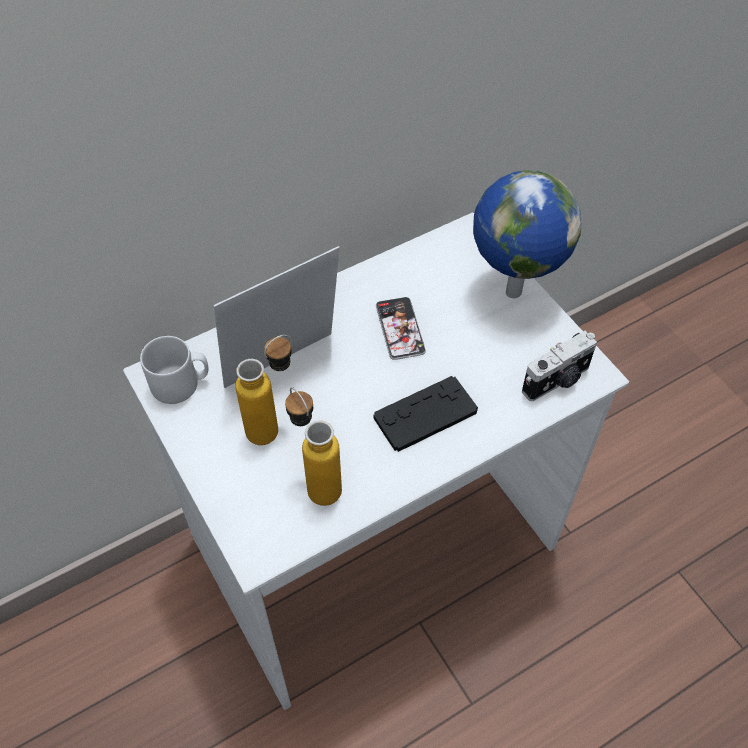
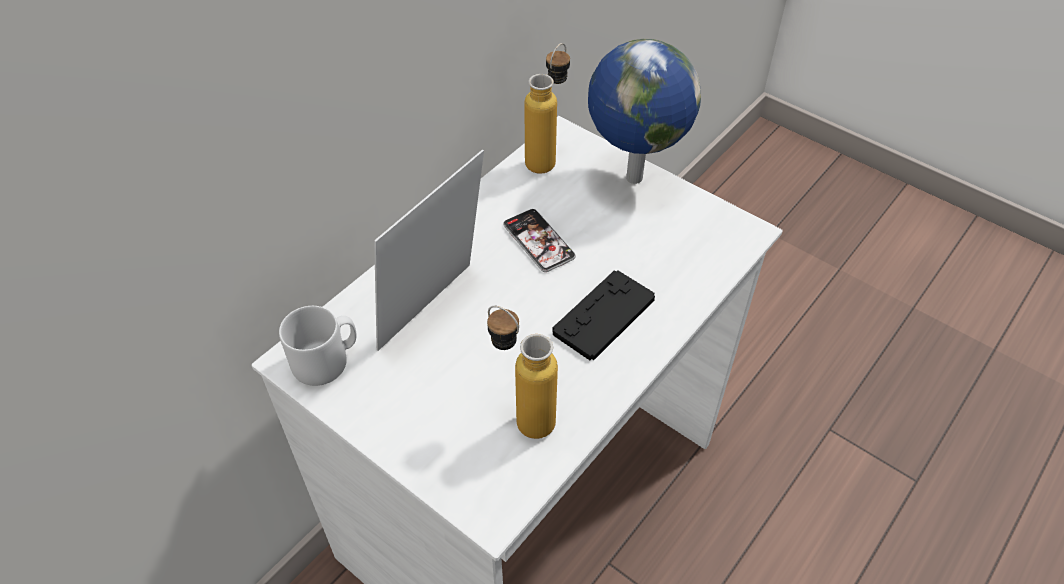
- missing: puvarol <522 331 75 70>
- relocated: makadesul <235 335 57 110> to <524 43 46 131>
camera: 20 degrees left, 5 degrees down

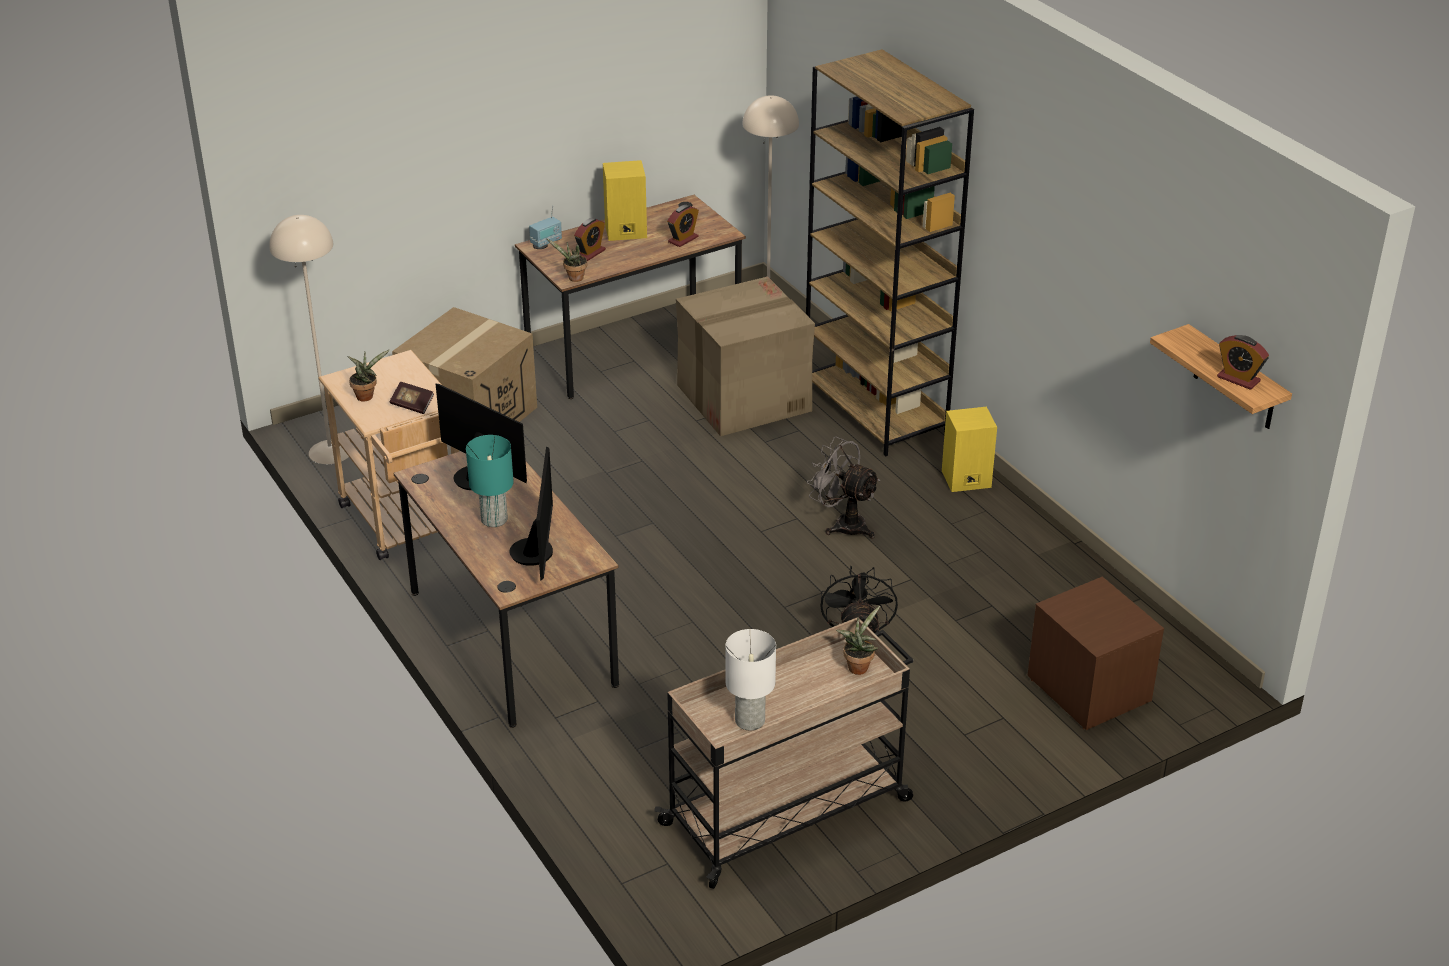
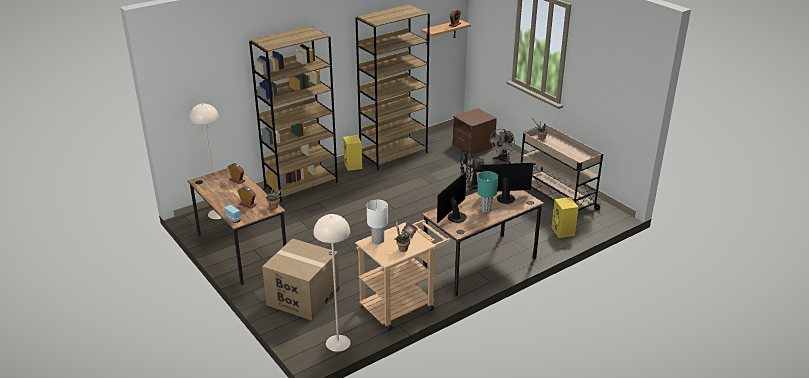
- relocated: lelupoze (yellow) <603 160 44 81> to <552 197 27 41>
- missing: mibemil <676 276 139 160>
- relocated: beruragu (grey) <807 436 73 103> to <488 129 27 35>
- relocated: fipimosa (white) <726 629 50 101> to <367 200 21 44>
- appeared: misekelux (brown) <355 4 75 166>
camera: 95 degrees left, 5 degrees down

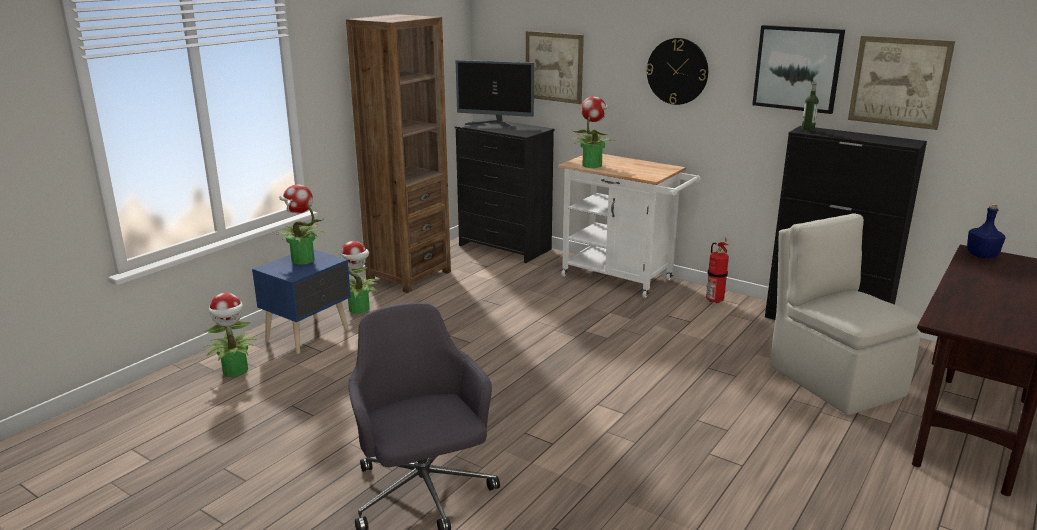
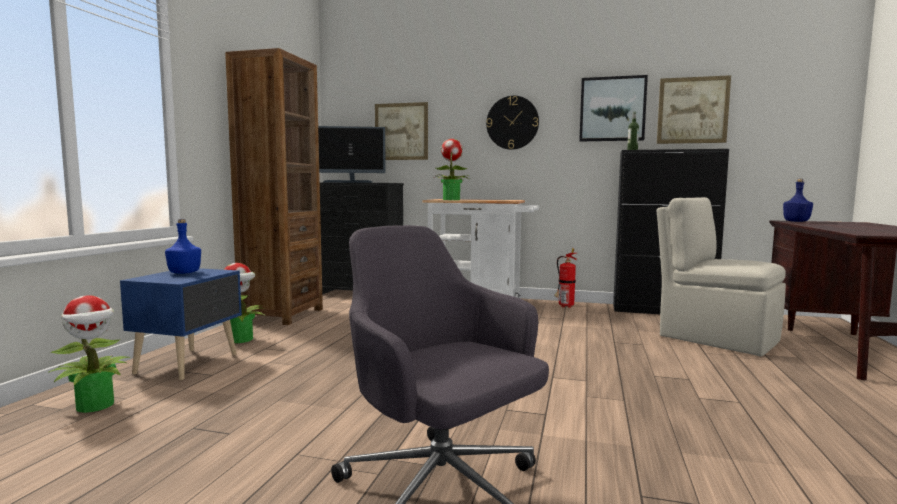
- exchanged: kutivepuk <275 184 50 81> to makadesul (blue) <165 219 36 55>
camera: 20 degrees left, 15 degrees down

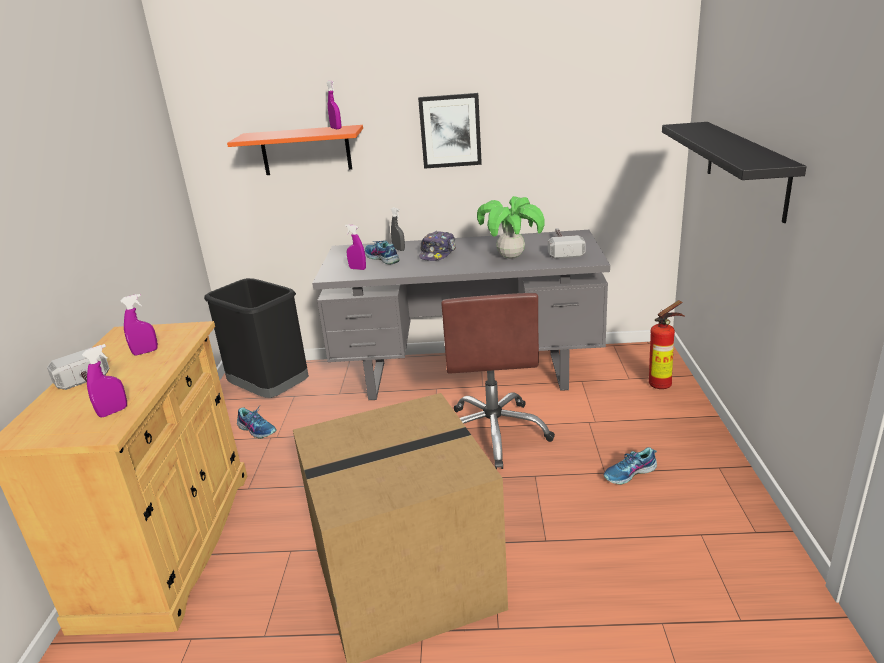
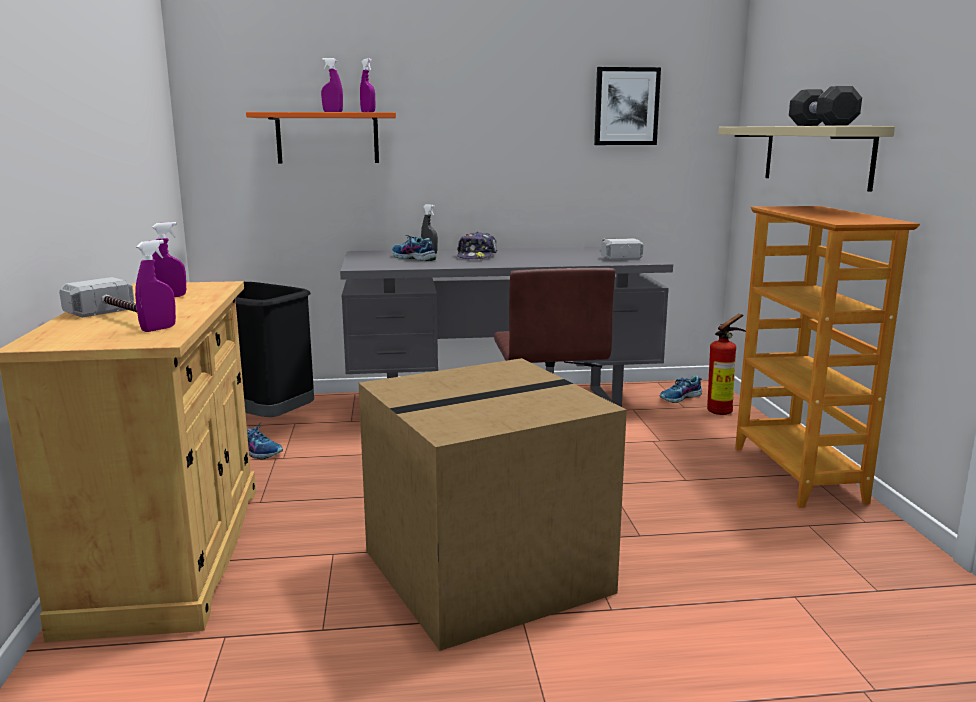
- relocated: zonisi <418 93 64 76> to <594 67 67 78>
- colour: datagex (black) <662 122 145 101> to datagex (beige) <718 126 177 66>
- missing: kutivepuk <477 196 68 63>
- relocated: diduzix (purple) <345 225 21 45> to <321 58 22 54>
- relocated: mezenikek <604 447 53 38> to <660 375 42 28>
- appeared: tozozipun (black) <789 86 73 40>
- appeared: misekelux <735 206 185 302>
camera: 10 degrees left, 10 degrees down

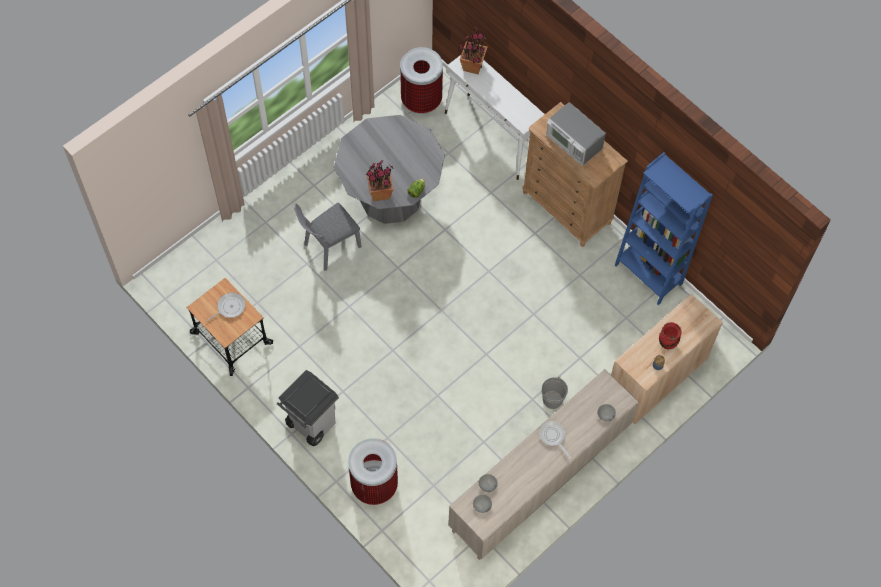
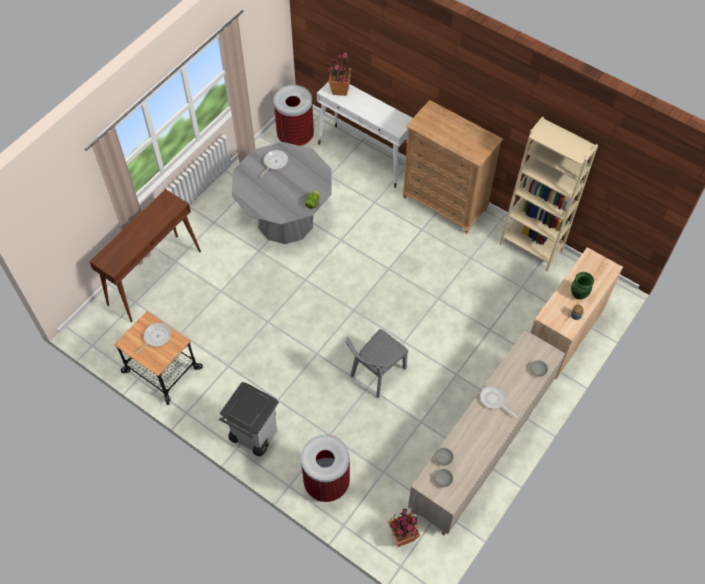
- missing: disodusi <546 102 60 64>
- colour: misekelux (blue) <615 152 98 153> to misekelux (beige) <499 116 99 155>
- relocated: kutivepuk <366 160 27 41> to <388 509 32 38>
- relocated: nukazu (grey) <294 203 68 68> to <346 329 63 69>
- colour: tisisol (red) <659 322 23 28> to tisisol (green) <571 272 23 28>
- missing: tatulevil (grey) <542 377 26 32>
- appeared: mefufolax <259 150 29 27>
- appeared: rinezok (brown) <89 189 112 133>
camera: 10 degrees left, 5 degrees down

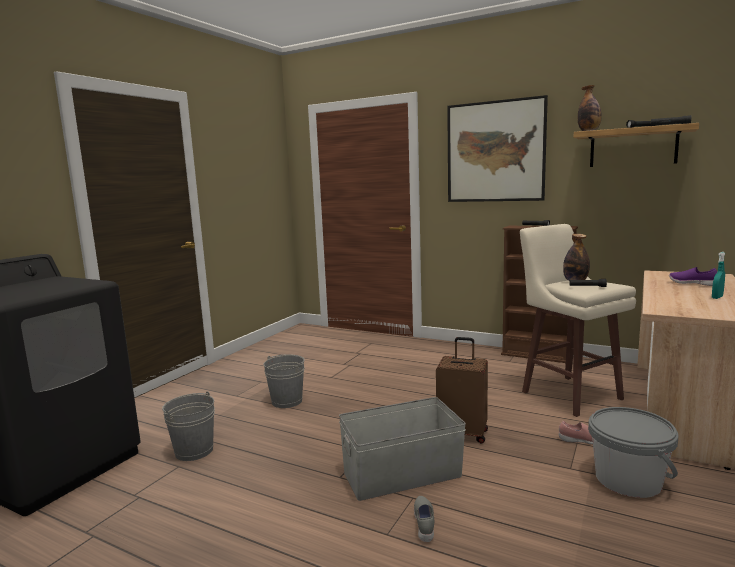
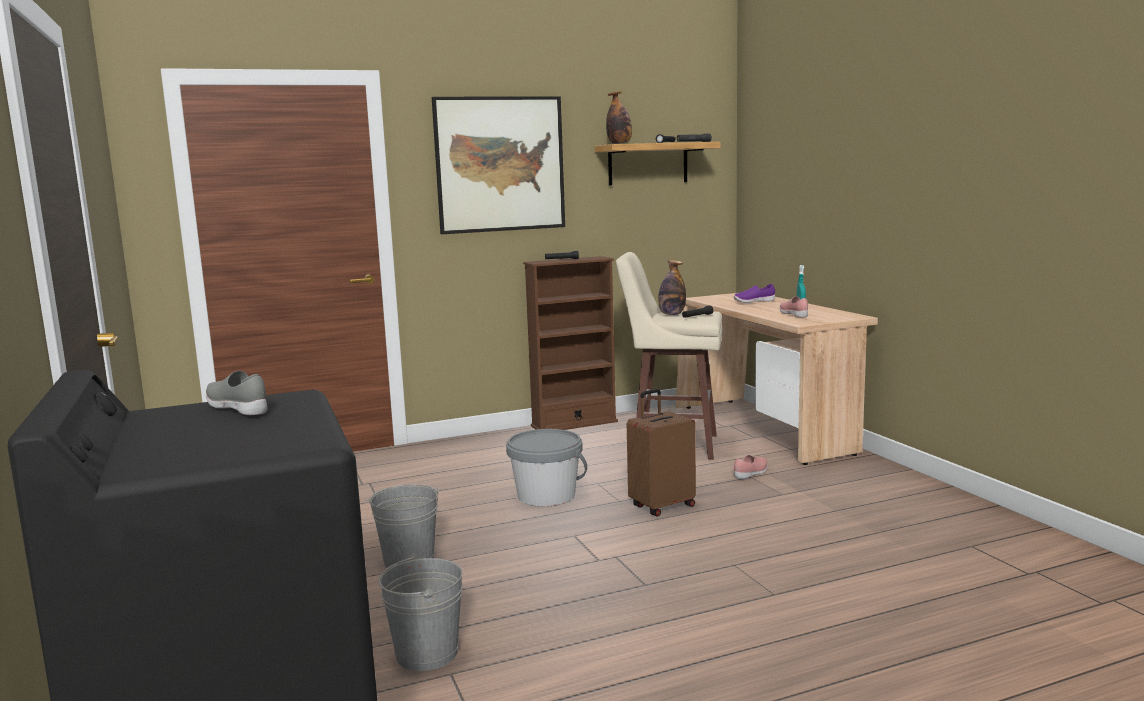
- missing: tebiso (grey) <339 397 127 104>
- relocated: tatulevil (grey) <588 407 91 91> to <506 429 81 78>
- relocated: mezenikek (grey) <414 496 20 46> to <206 371 61 44>
- appeared: mezenikek (pink) <780 297 28 21>
camera: 50 degrees left, 0 degrees up

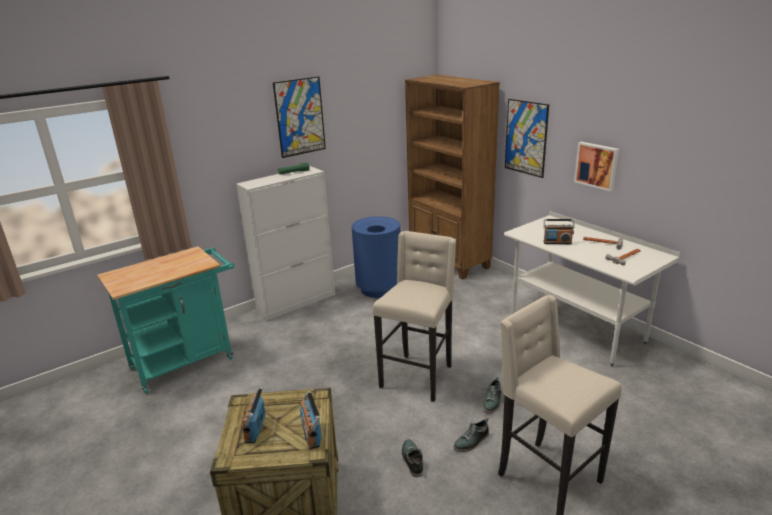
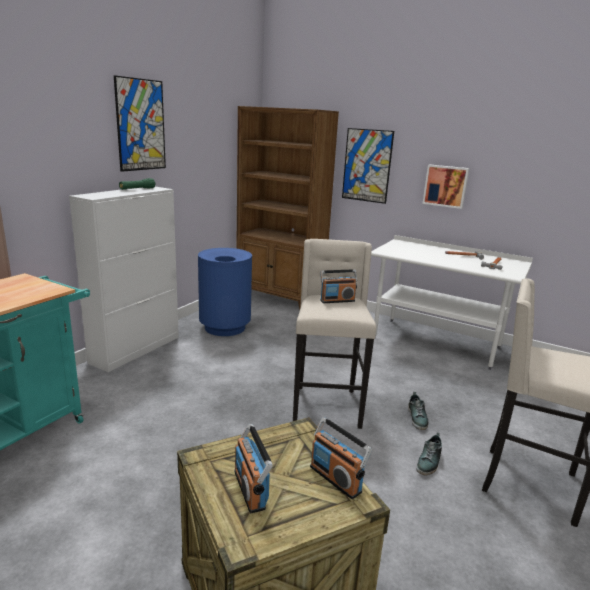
- relocated: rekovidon <543 219 31 25> to <320 269 37 34>
- missing: mezenikek <402 440 21 37>
camera: 25 degrees left, 5 degrees down

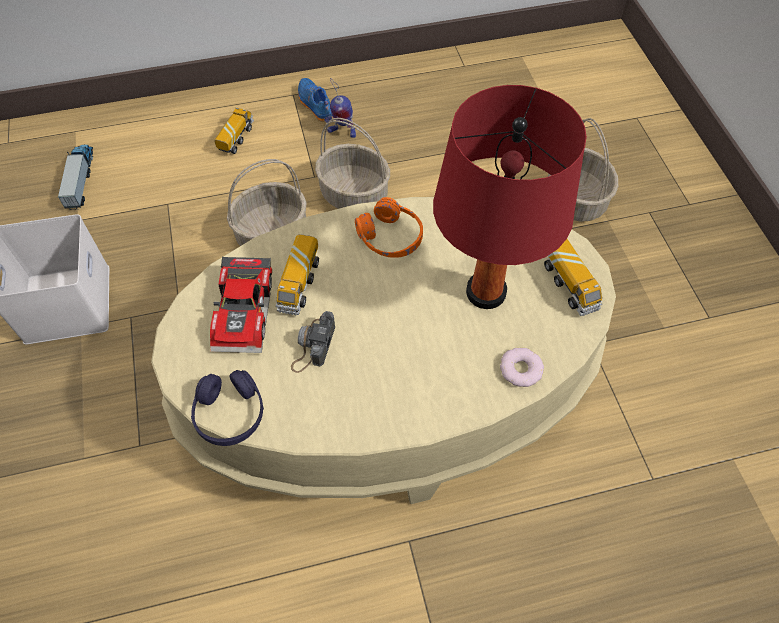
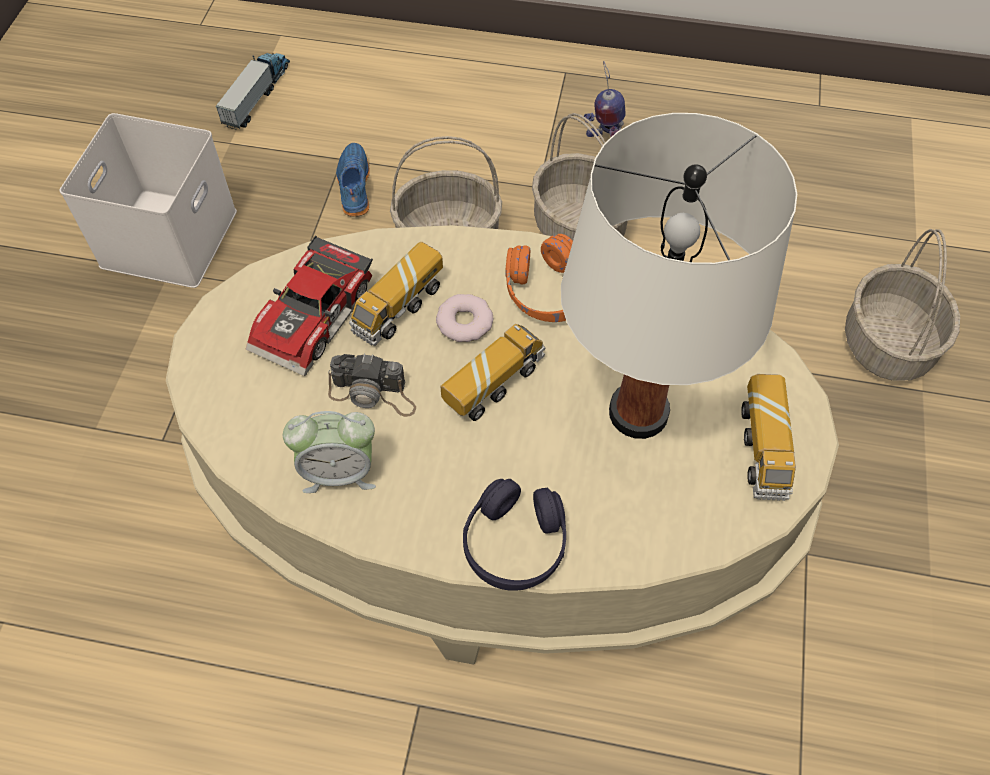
- relocated: mezenikek (blue) <298 78 35 44> to <336 143 34 74>
- colour: fipimosa (red) <433 85 154 224> to fipimosa (white) <561 113 236 326>
- relocated: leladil <214 107 40 47> to <440 324 105 97>
- spun: puvarol <291 311 44 62> = <328 354 88 63> 120 degrees counterclockwise
- relocated: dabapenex <500 348 44 39> to <436 294 57 48>
- relocated: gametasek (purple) <191 370 73 76> to <463 479 103 112>
- appeared: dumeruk <283 411 93 82>
camera: 25 degrees right, 0 degrees up

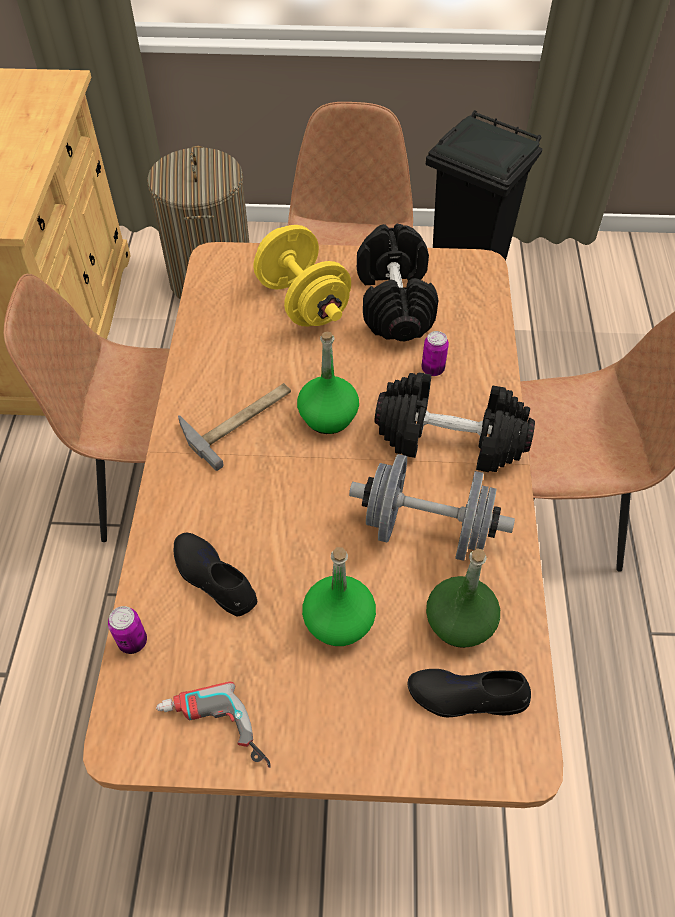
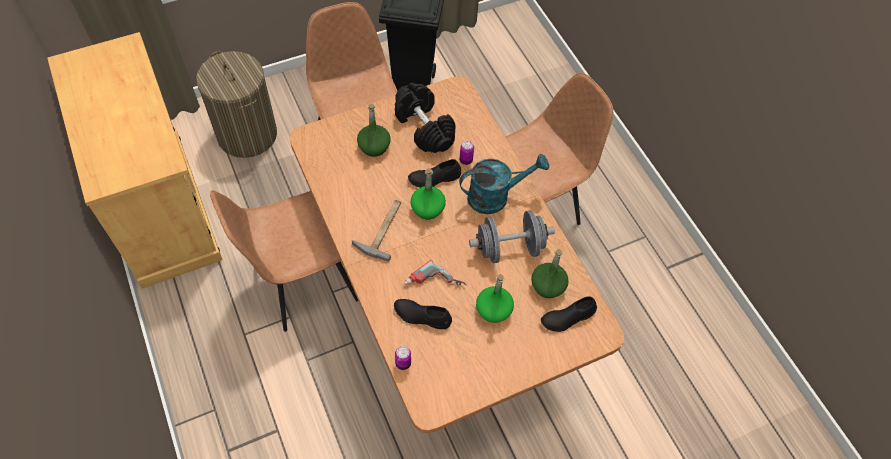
- exchanged: tozozipun (yellow) <253 225 98 101> to makadesul (green) <357 104 34 53>
- exchanged: tozozipun (black) <375 372 160 100> to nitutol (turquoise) <459 154 90 60>
- relocated: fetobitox <156 682 115 86> to <404 260 62 26>
- appeared: mezenikek (black) <408 159 53 29>
camera: 30 degrees left, 5 degrees up

